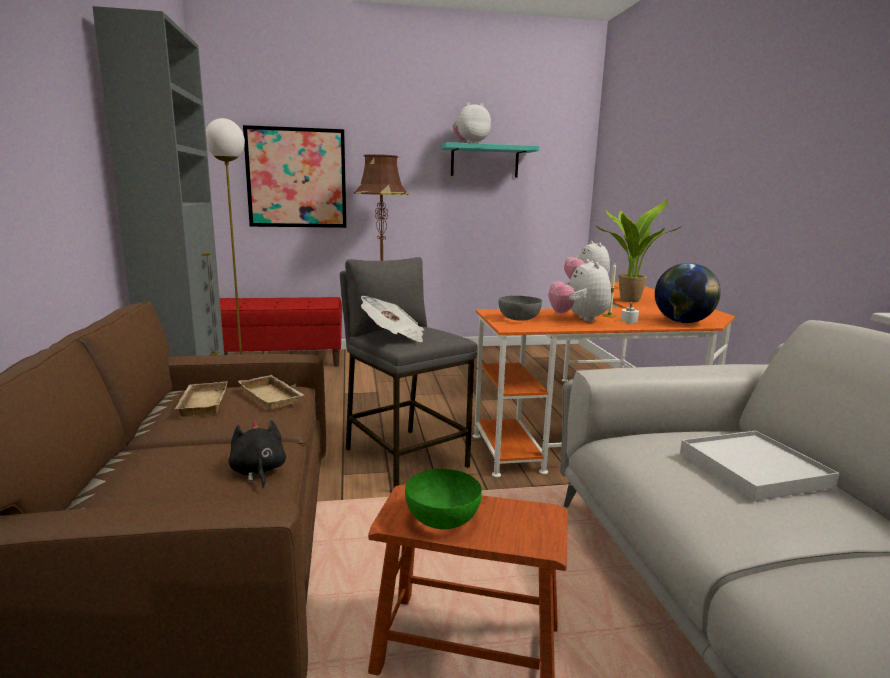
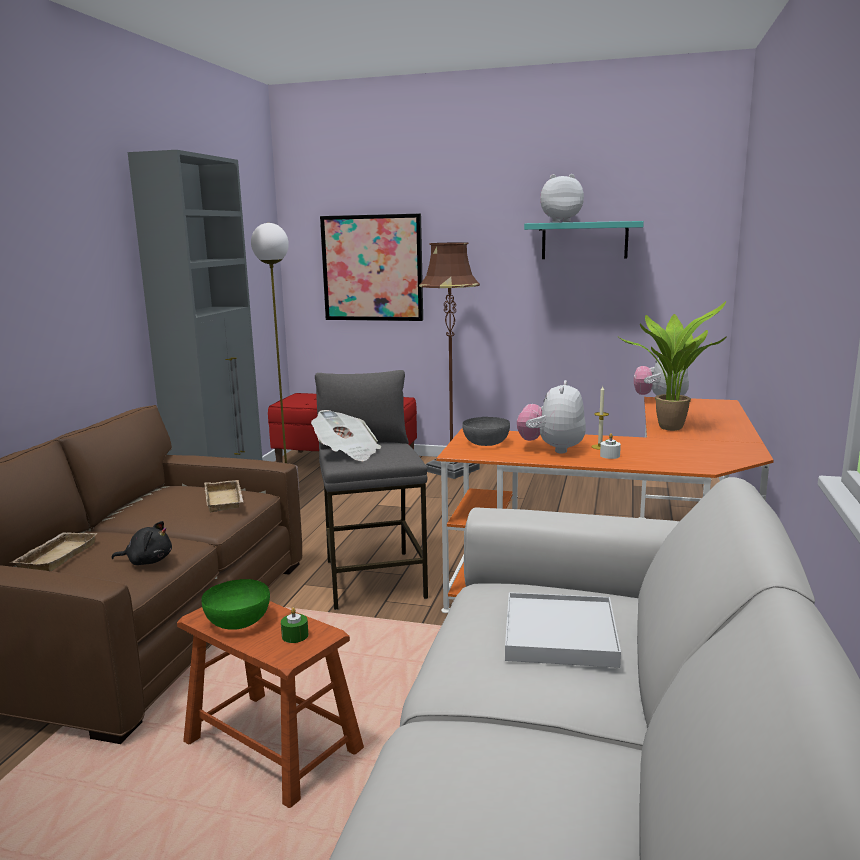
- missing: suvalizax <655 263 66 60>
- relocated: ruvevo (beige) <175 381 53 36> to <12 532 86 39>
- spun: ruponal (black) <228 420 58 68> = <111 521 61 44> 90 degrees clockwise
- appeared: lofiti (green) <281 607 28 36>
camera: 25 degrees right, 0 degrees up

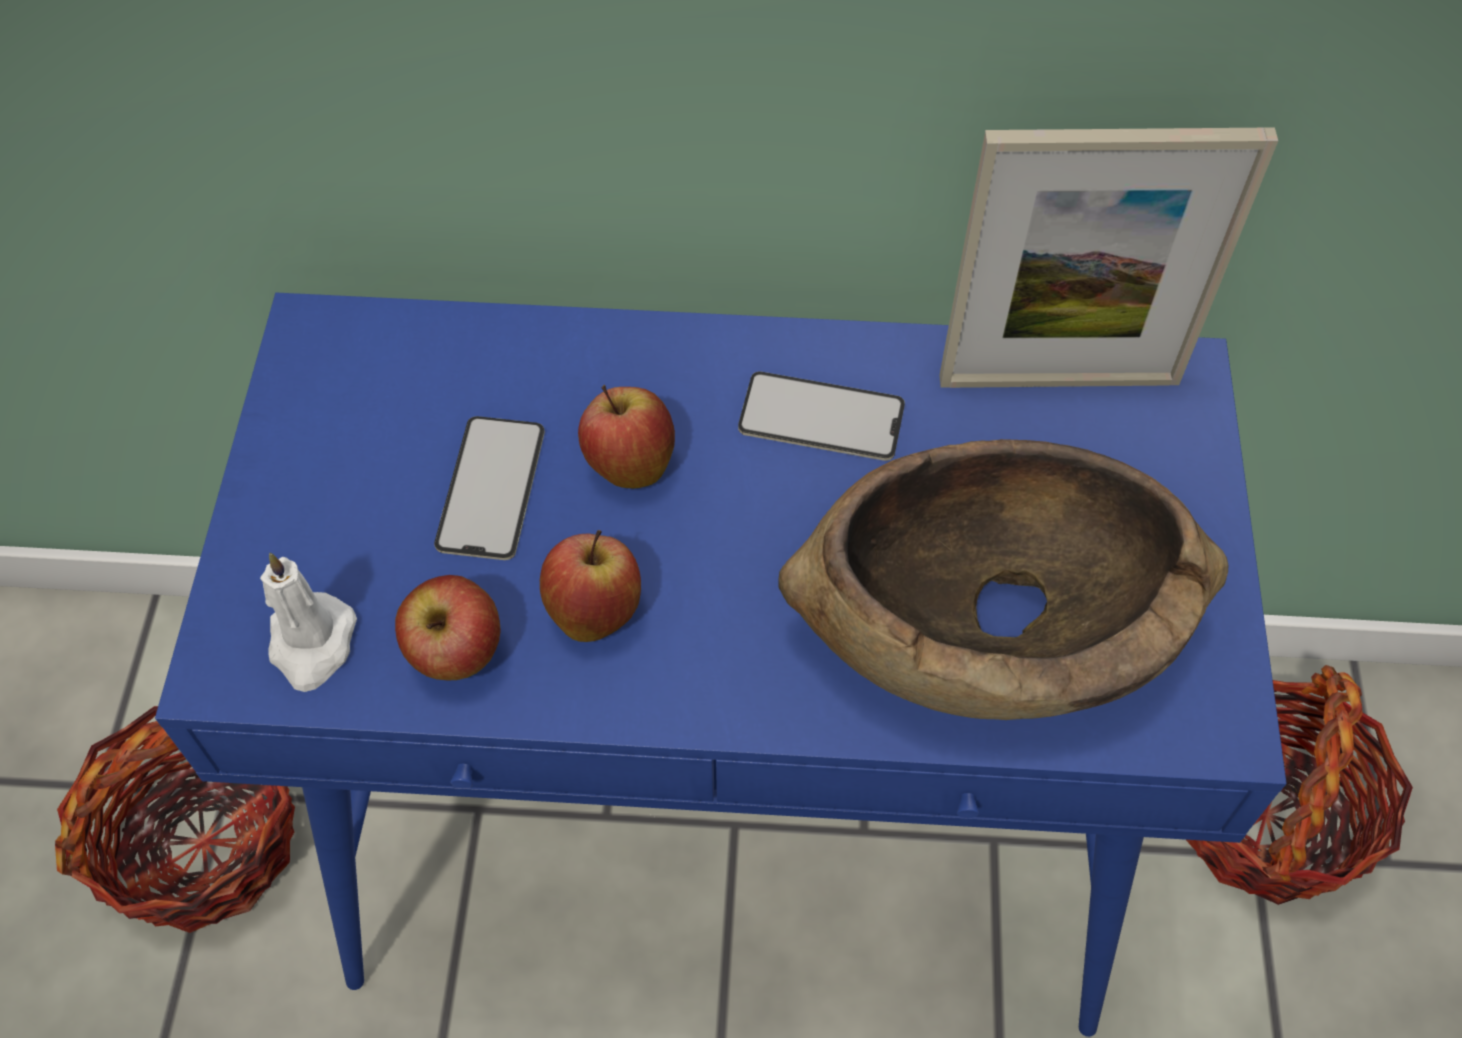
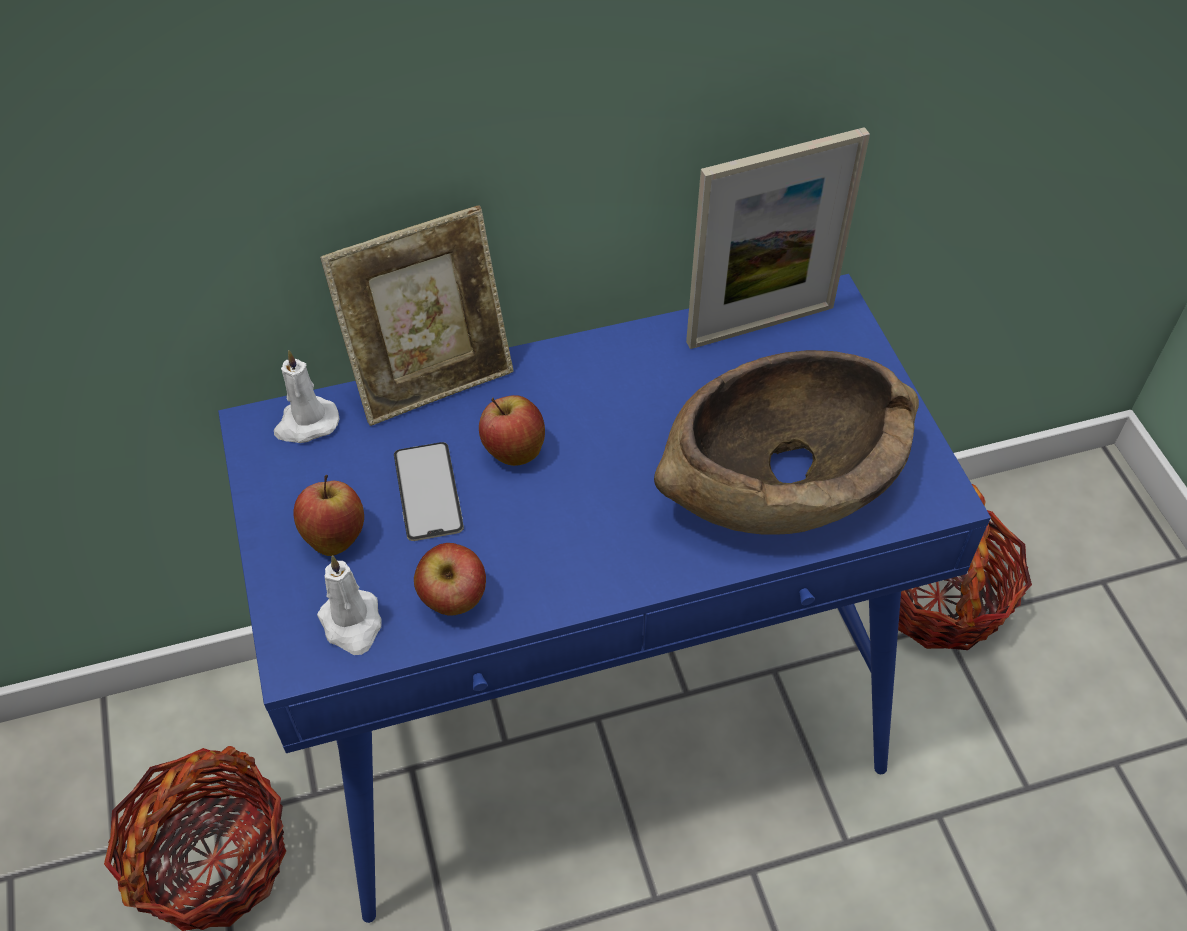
- missing: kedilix <738 371 167 90>
- relocated: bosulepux <540 530 101 112> to <293 475 71 81>
- appeared: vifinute <320 205 193 221>
- appeared: lofiti (white) <274 350 66 93>
camera: 20 degrees left, 5 degrees down

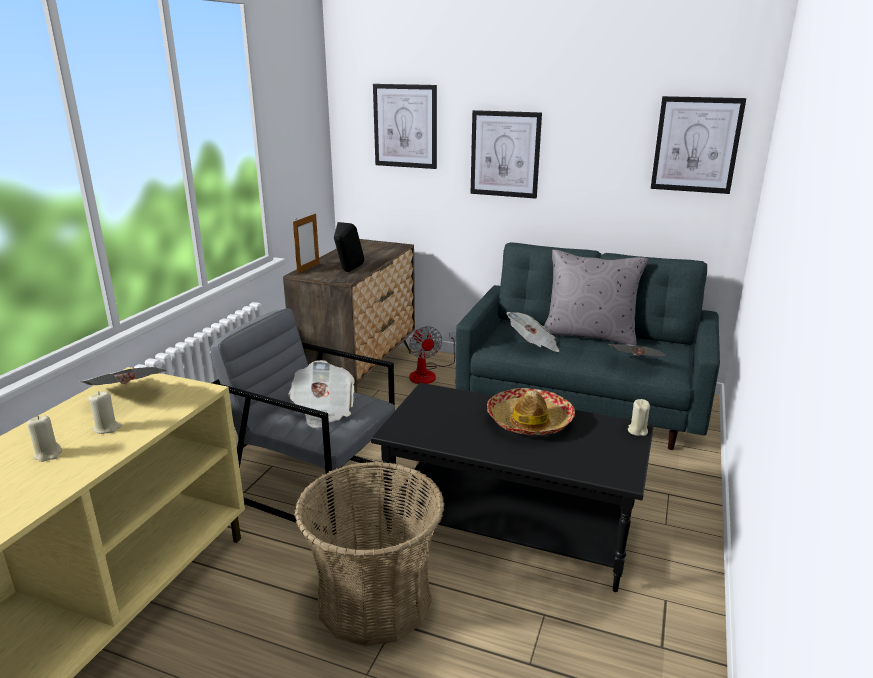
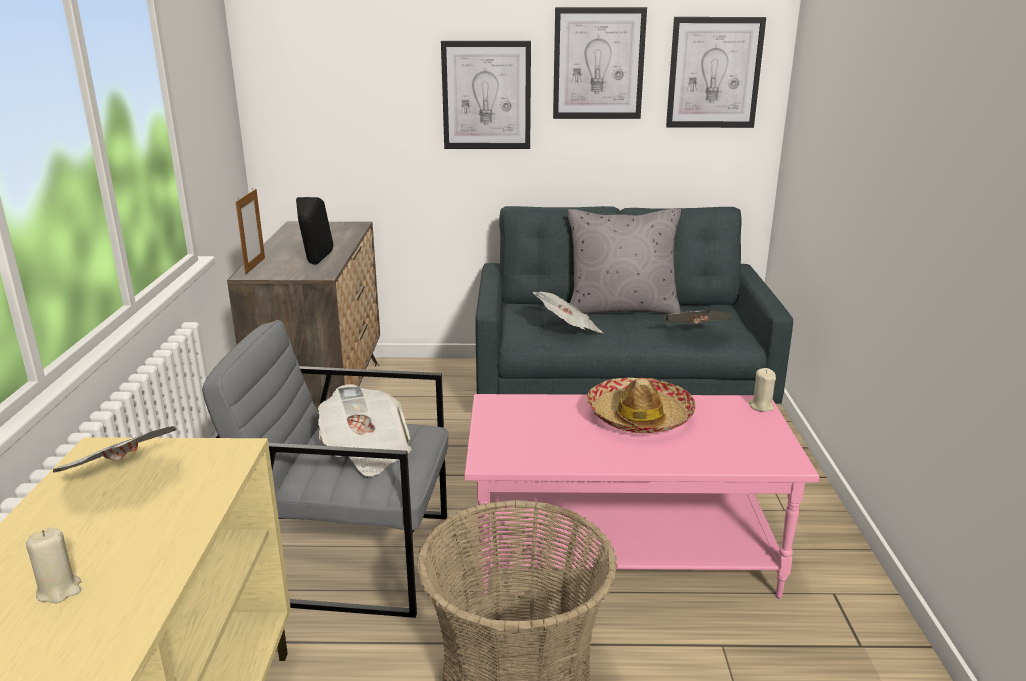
- relocated: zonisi <373 84 64 85> to <553 7 94 112>
- missing: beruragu <409 326 47 58>
- colour: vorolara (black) <371 383 283 209> to vorolara (pink) <464 394 355 205>
- missing: lofiti (beige) <88 391 34 43>
camera: 20 degrees left, 0 degrees up

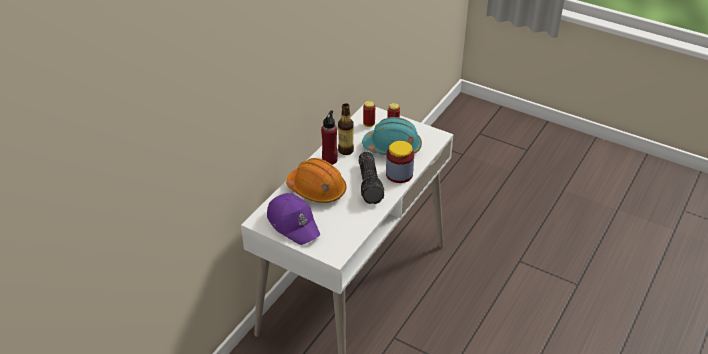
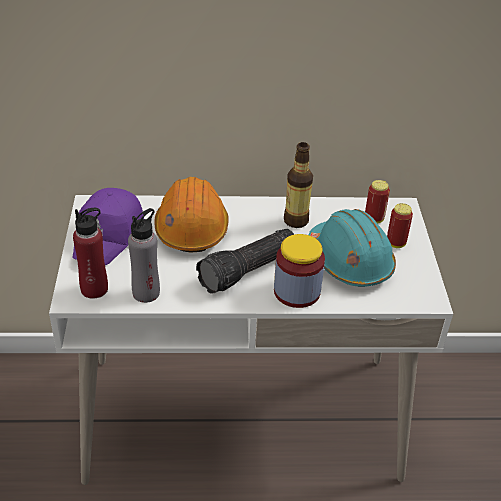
- relocated: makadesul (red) <321 110 17 55> to <73 208 35 91>
- appeared: makadesul (grey) <128 208 32 95>
camera: 55 degrees right, 0 degrees up

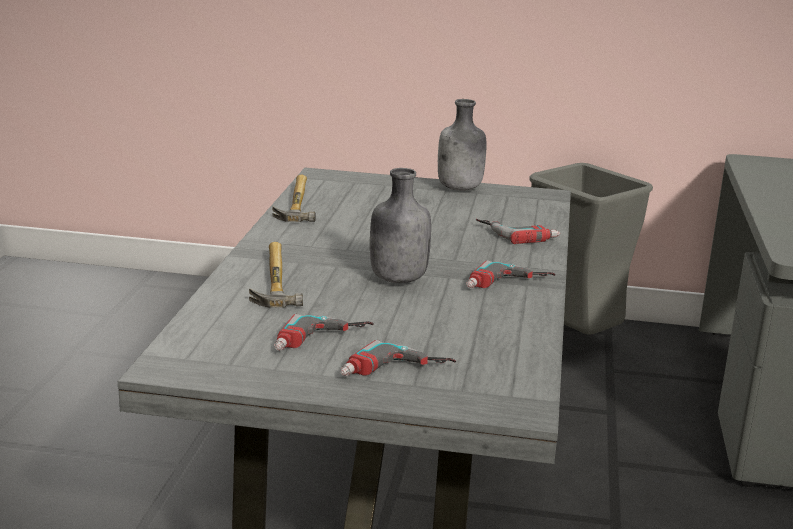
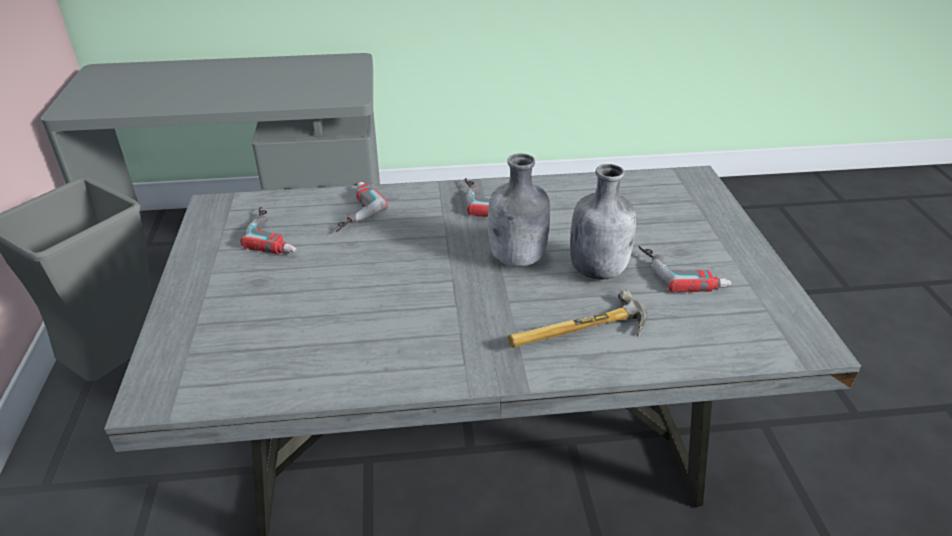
- relocated: makadesul (grey) <438 99 48 92> to <570 164 66 116>
- missing: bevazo <272 175 44 47>
- relocated: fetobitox <340 340 116 36> to <240 206 57 48>
camera: 105 degrees left, 15 degrees up

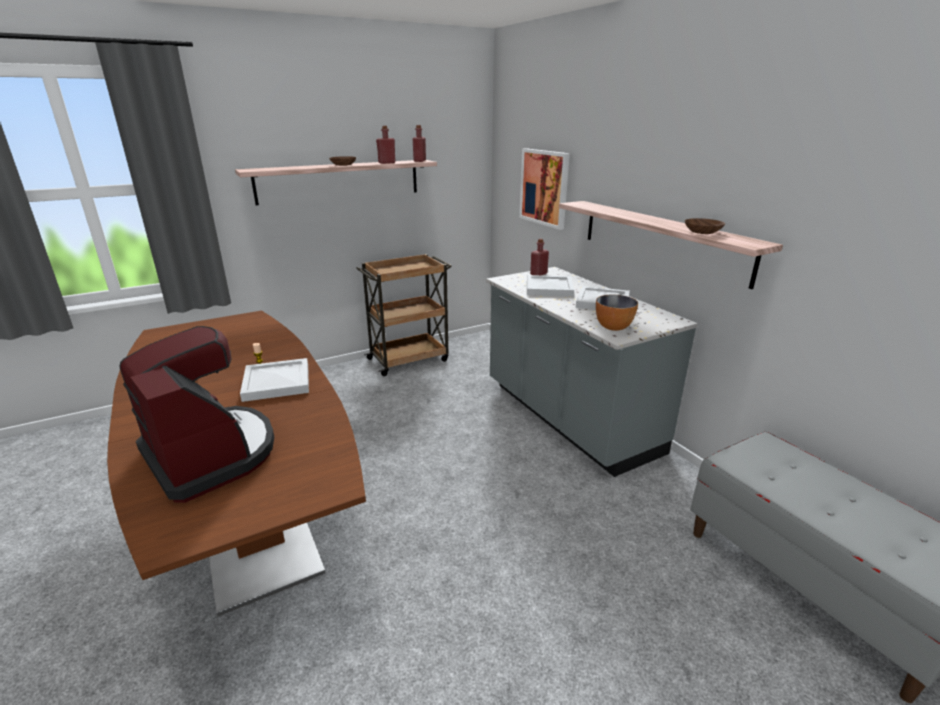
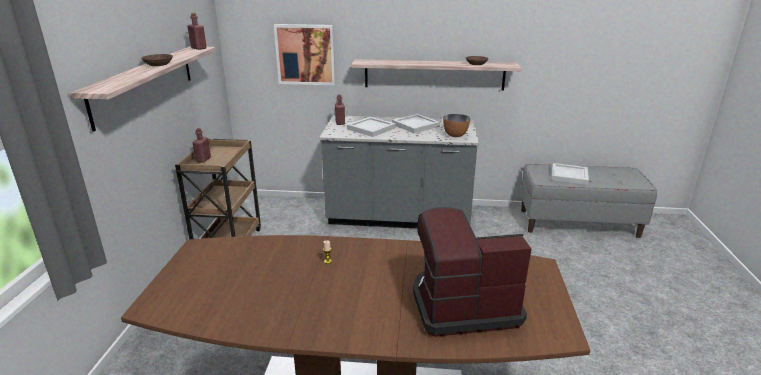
- relocated: makadesul (red) <376 126 20 38> to <192 128 19 35>
- relocated: ruvevo (white) <240 358 69 44> to <551 163 38 22>
camera: 55 degrees left, 0 degrees up

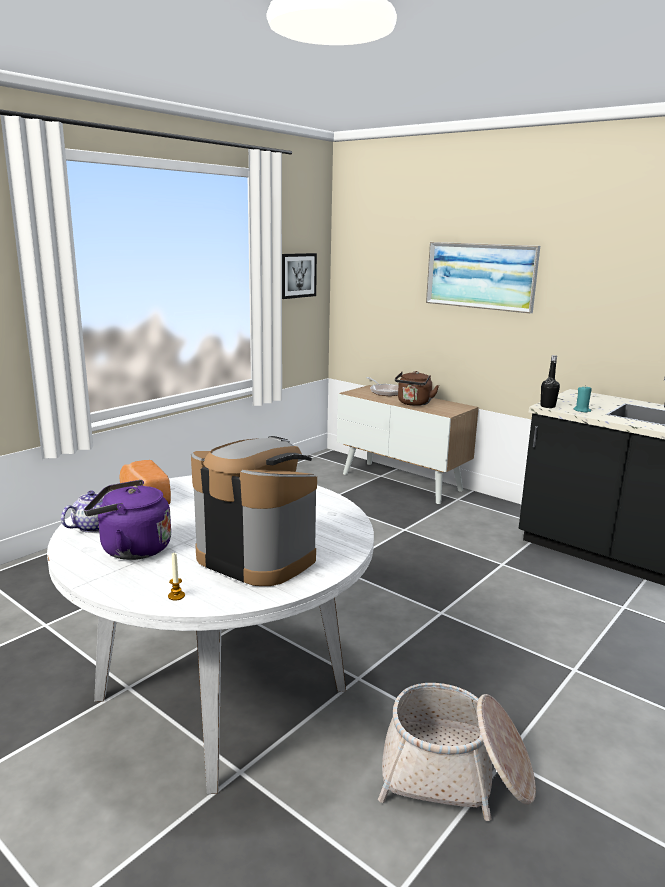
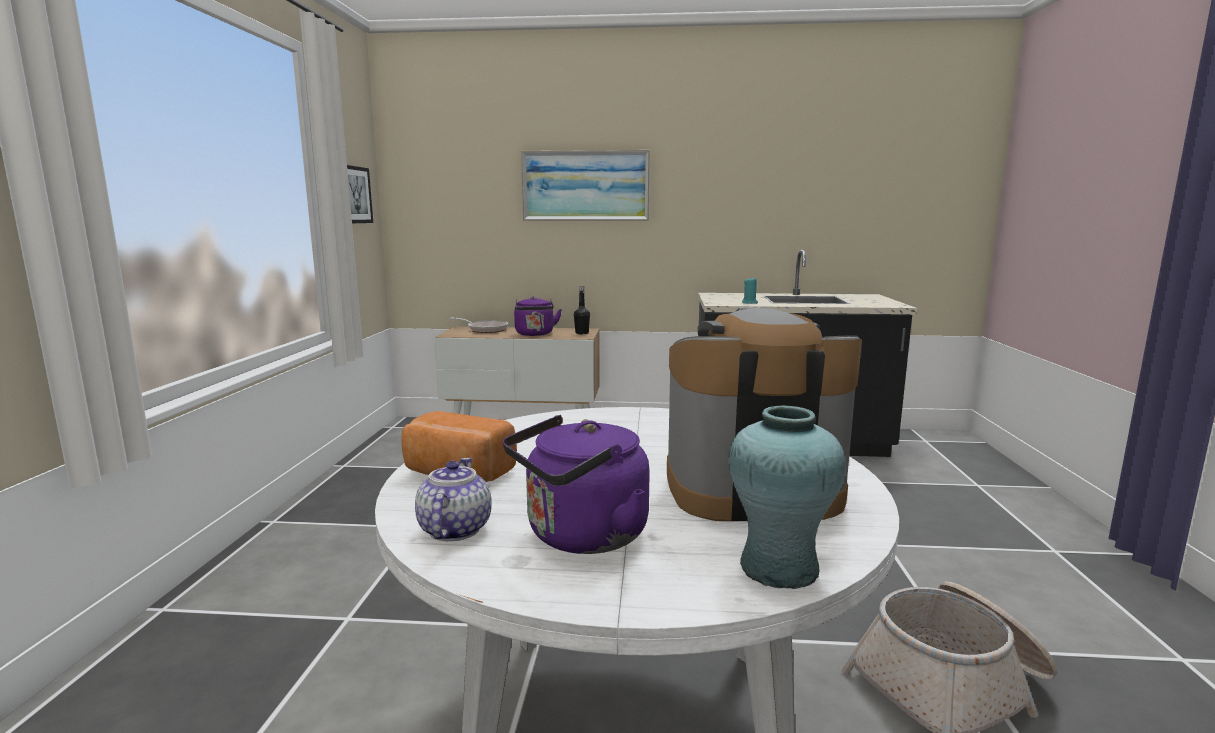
- relocated: makadesul (black) <540 355 20 53> to <574 286 16 48>
- colour: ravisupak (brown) <395 371 44 35> to ravisupak (purple) <514 296 48 40>
- exchanged: lofiti <168 553 17 48> to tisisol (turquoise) <728 406 117 183>
camera: 35 degrees left, 5 degrees down

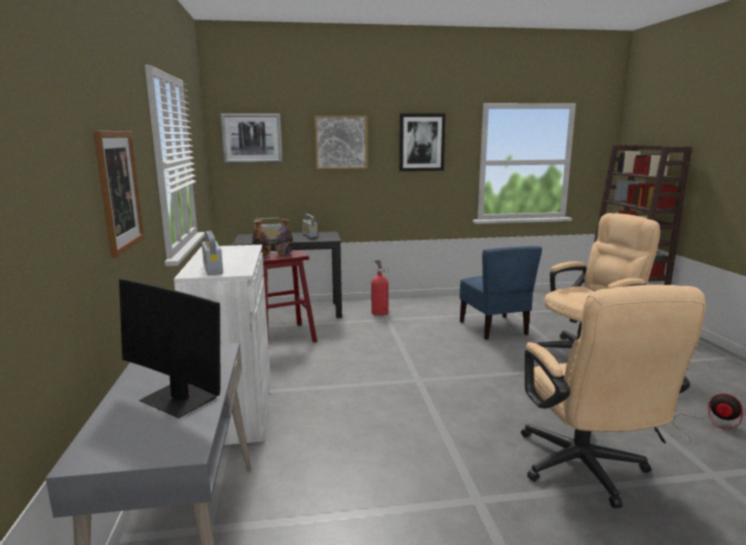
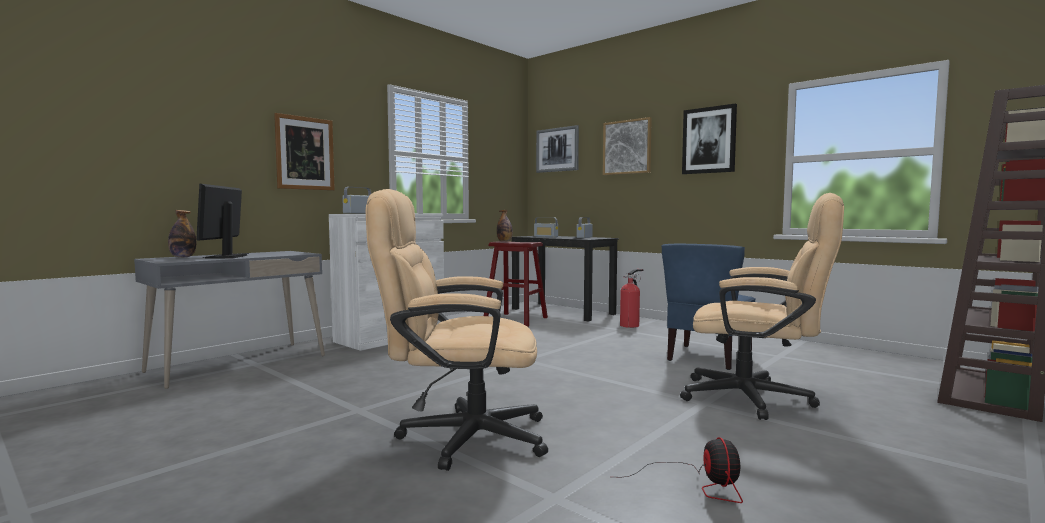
- relocated: makadesul <275 219 18 36> to <168 210 28 47>
- spun: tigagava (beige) <521 285 185 223> = <366 189 182 282> 45 degrees clockwise
camera: 50 degrees right, 10 degrees down

